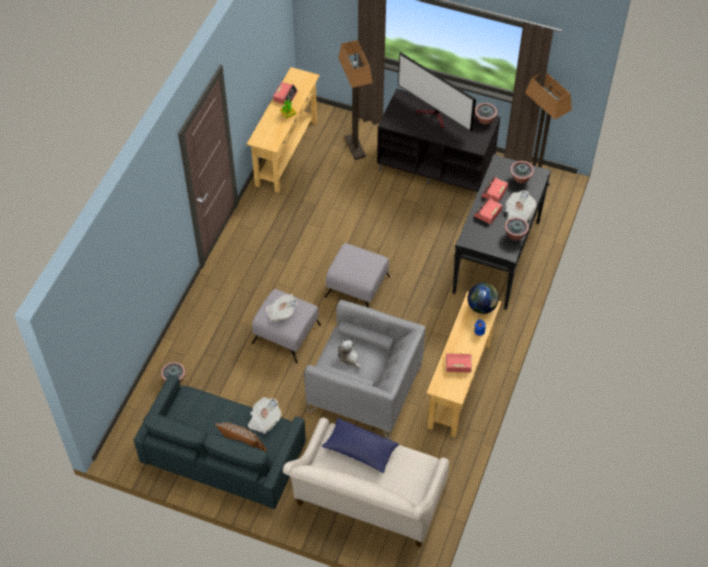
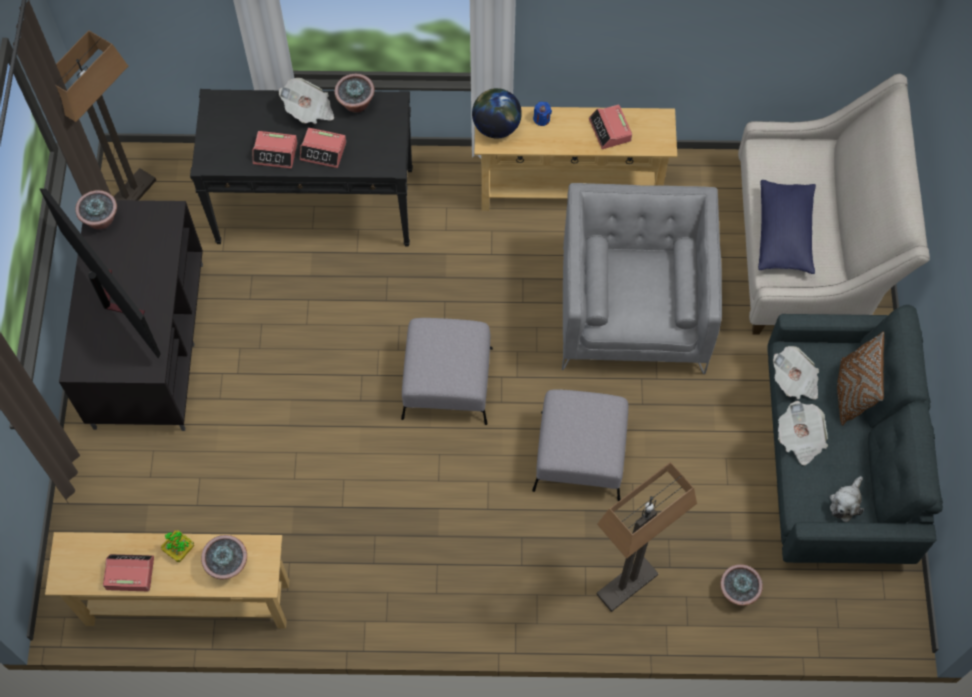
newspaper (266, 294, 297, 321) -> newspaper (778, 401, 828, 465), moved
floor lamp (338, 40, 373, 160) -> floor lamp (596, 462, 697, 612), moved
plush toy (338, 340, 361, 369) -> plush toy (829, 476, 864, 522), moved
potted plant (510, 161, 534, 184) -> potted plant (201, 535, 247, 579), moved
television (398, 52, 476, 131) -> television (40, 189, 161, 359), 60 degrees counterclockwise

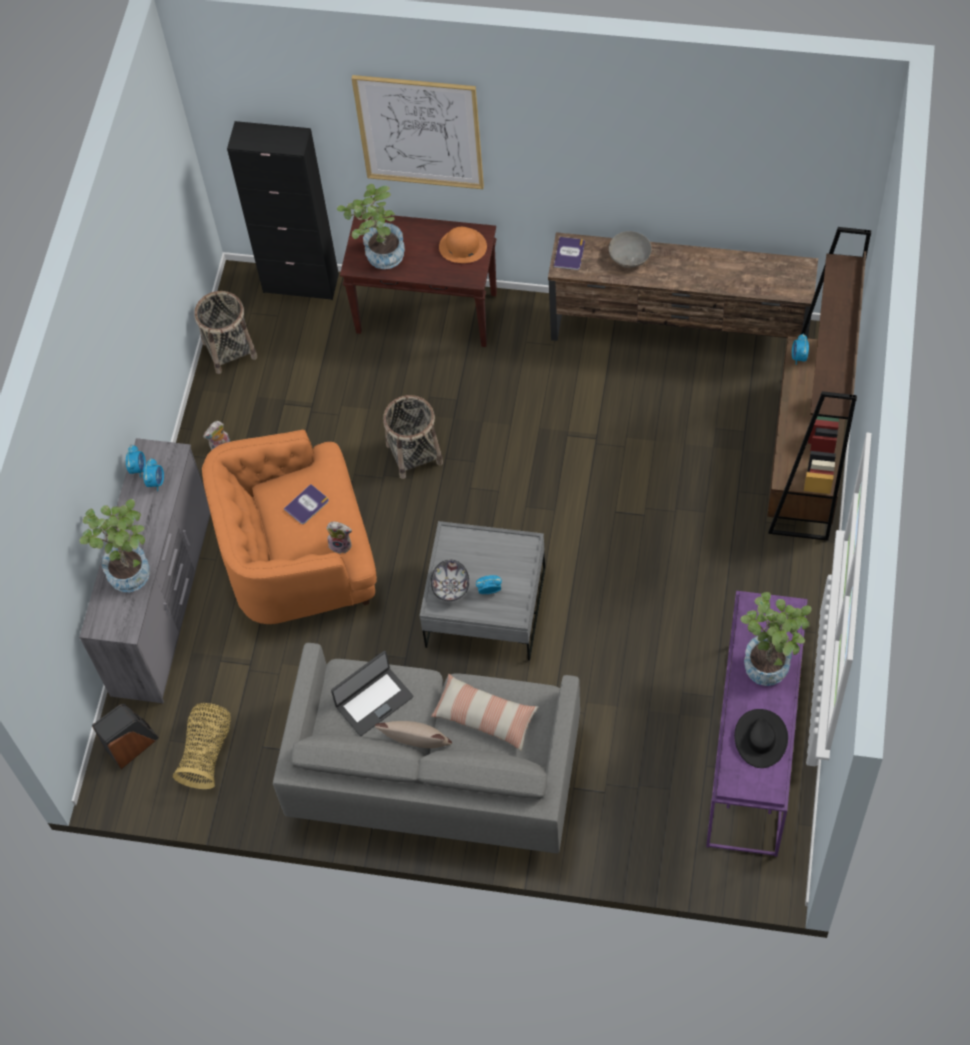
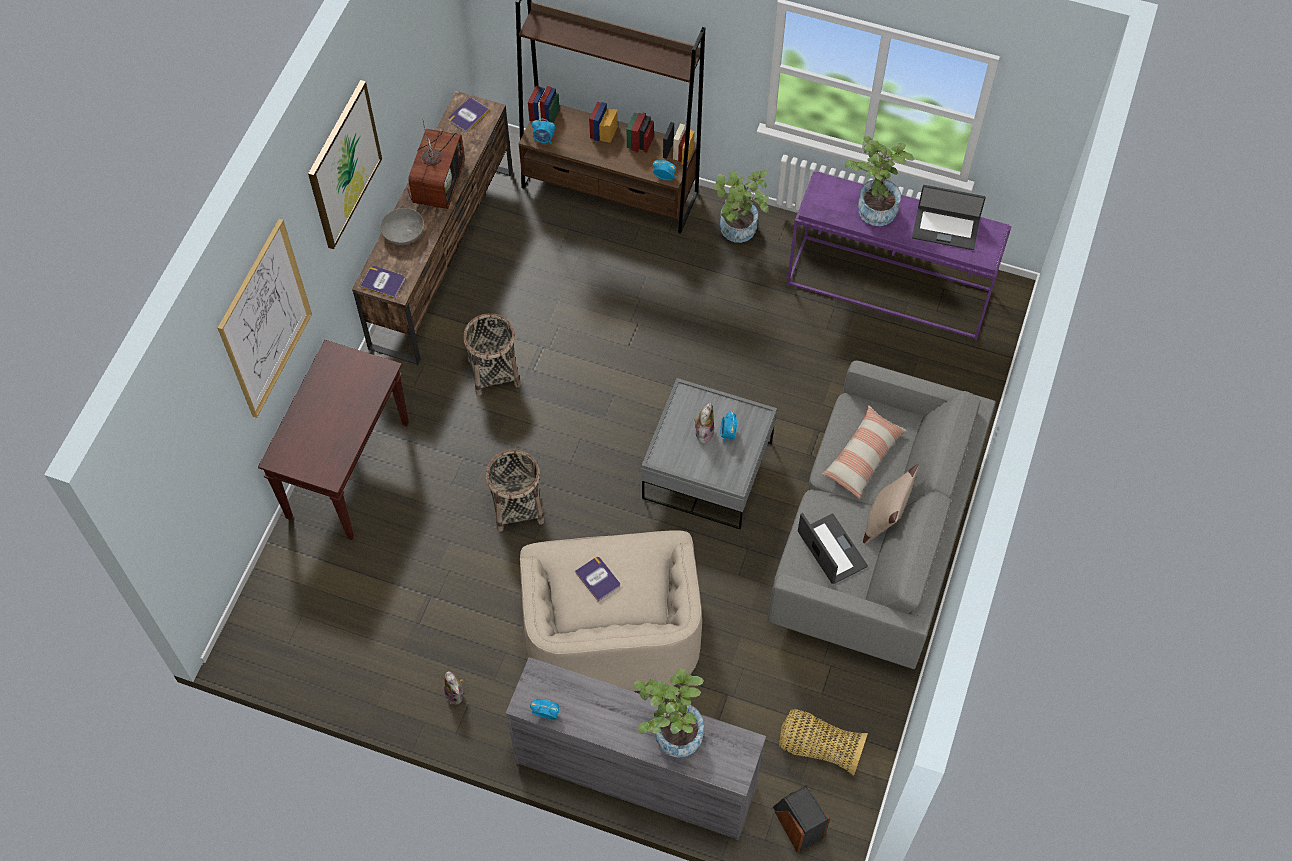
cabinet (black) (227, 121, 339, 300) -> none
bowl (431, 560, 469, 601) -> none
hat (orange) (439, 227, 487, 263) -> none
none -> picture (308, 80, 382, 249)
none -> television (408, 118, 465, 209)
none -> book (448, 98, 490, 132)
alarm clock (143, 458, 164, 491) -> alarm clock (653, 160, 676, 181), moved
basket (194, 291, 257, 374) -> basket (463, 313, 521, 396), moved
plush toy (326, 521, 352, 554) -> plush toy (694, 402, 714, 443), moved
potted plant (337, 184, 405, 269) -> potted plant (714, 170, 769, 243), moved
hat (black) (734, 709, 788, 768) -> laptop (912, 185, 986, 250)
armchair (orange) (202, 430, 377, 624) -> armchair (beige) (520, 530, 702, 692)

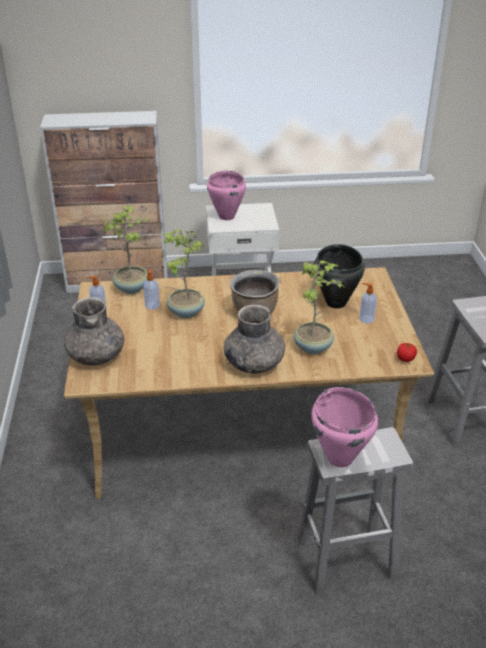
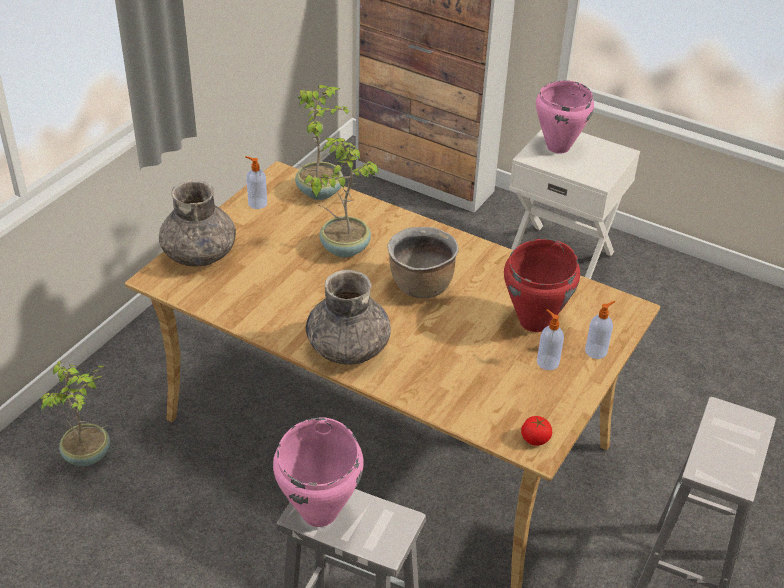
soap dispenser (143, 267, 160, 310) -> soap dispenser (585, 301, 616, 359), moved
potted plant (294, 260, 345, 354) -> potted plant (40, 361, 110, 466), moved
cooking pot (black) (314, 244, 365, 308) -> cooking pot (red) (504, 239, 580, 332)

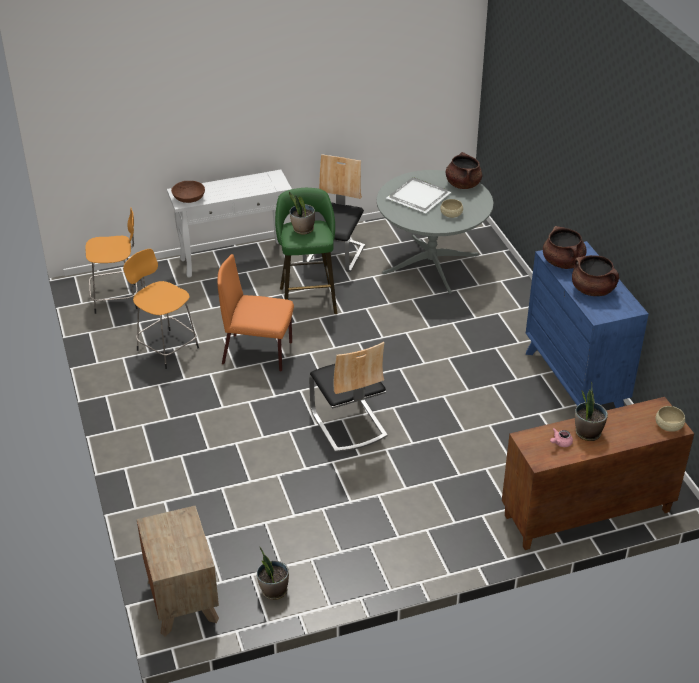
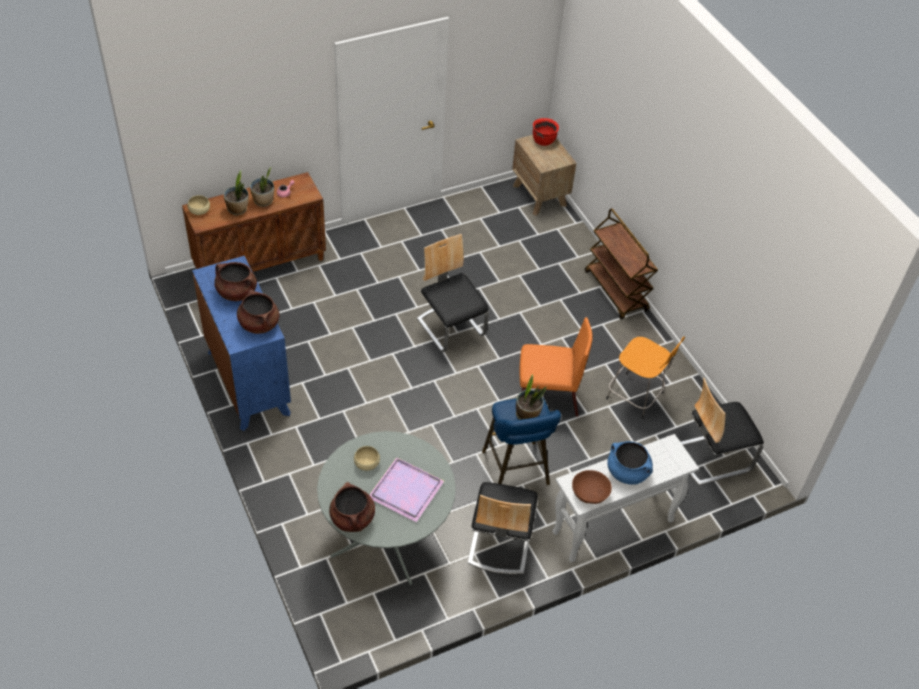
none -> cooking pot (red) (533, 118, 559, 146)
none -> cart (brown) (585, 208, 658, 320)
none -> cooking pot (blue) (607, 441, 653, 485)
bowl (brown) (171, 181, 205, 203) -> bowl (brown) (572, 470, 612, 504), moved
potted plant (257, 546, 289, 600) -> potted plant (224, 171, 249, 215), moved
stool (orange) (85, 207, 138, 314) -> chair (681, 378, 764, 485)
stool (green) (275, 188, 337, 314) -> stool (blue) (482, 398, 561, 485)
tray (white) (387, 177, 451, 213) -> tray (purple) (369, 457, 444, 522)

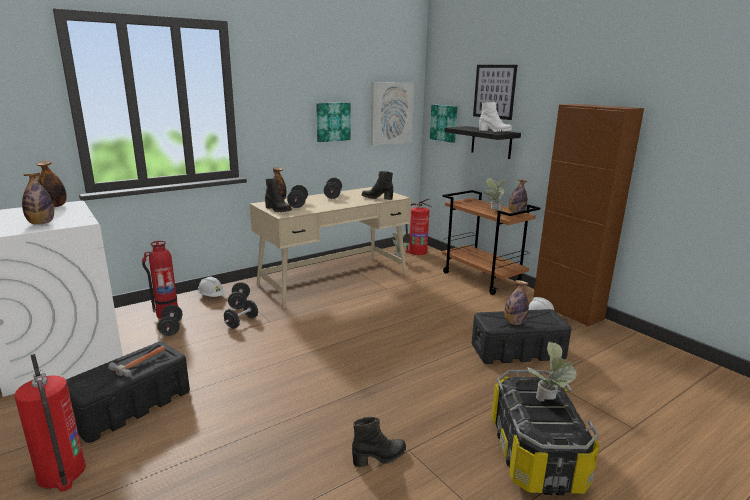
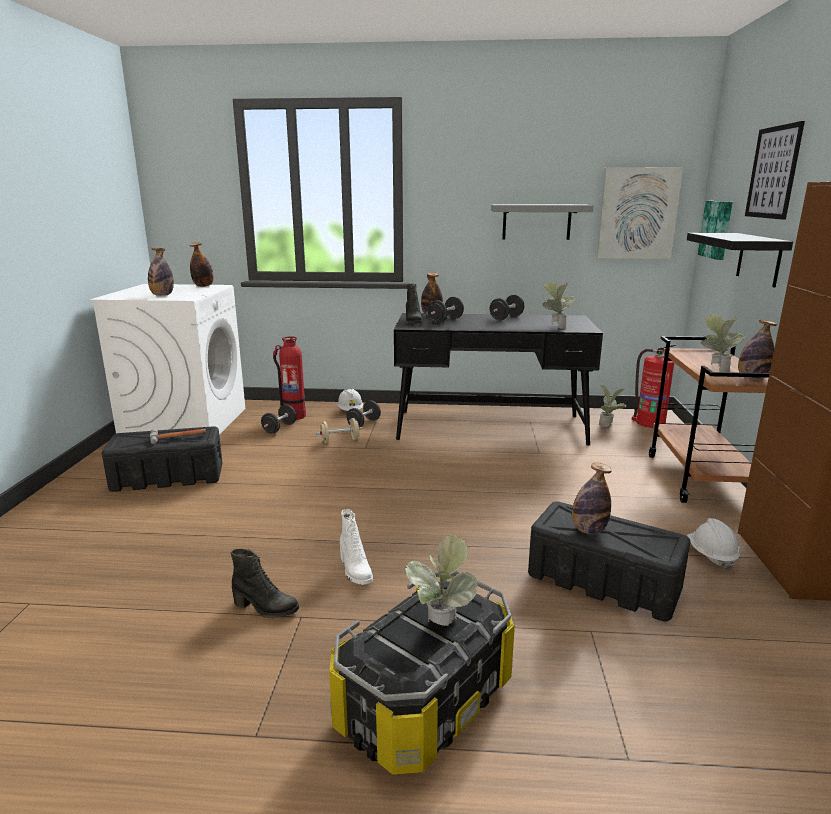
fire extinguisher (14, 354, 86, 492) -> none
boot (white) (479, 102, 512, 132) -> boot (white) (340, 509, 373, 585), moved
picture (316, 102, 350, 142) -> shelf (grey) (491, 204, 593, 240)
boot (black) (362, 171, 393, 200) -> potted plant (542, 281, 575, 329)
dumbbell (black) (224, 300, 258, 328) -> dumbbell (beige) (316, 418, 363, 444)
desk (beige) (250, 187, 411, 308) -> desk (black) (394, 313, 603, 445)

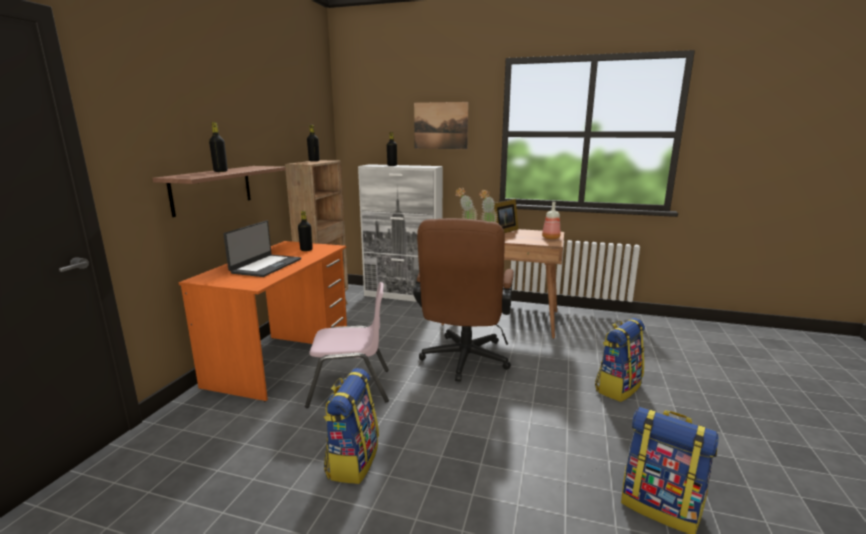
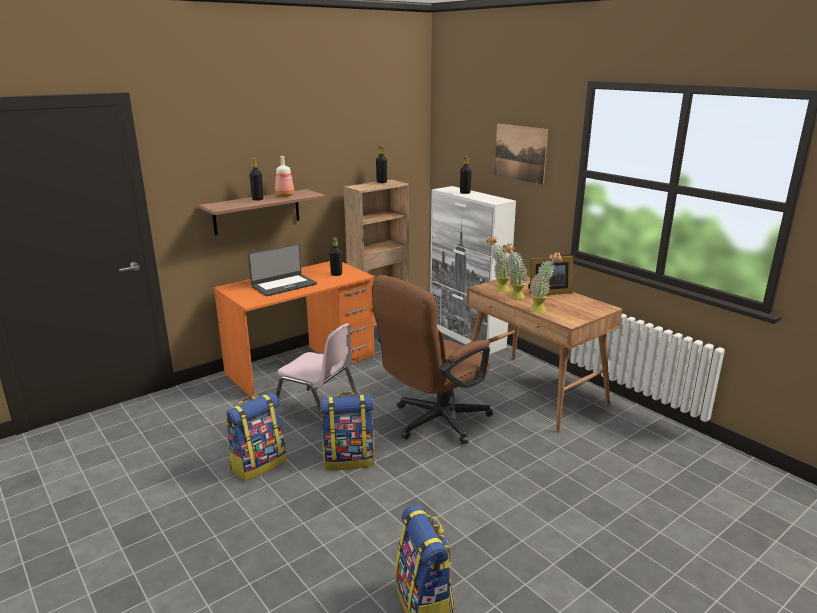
none -> potted plant (529, 252, 562, 313)
bottle (542, 202, 561, 239) -> bottle (275, 156, 294, 197), moved
backpack (595, 318, 645, 402) -> backpack (320, 392, 374, 470), moved

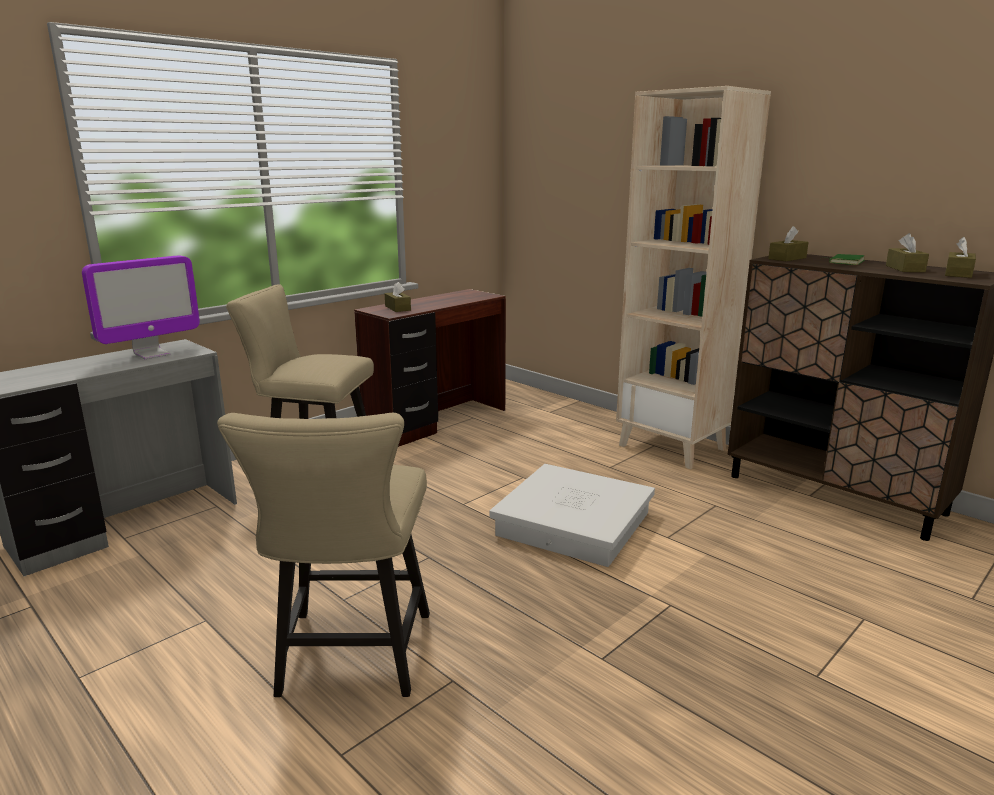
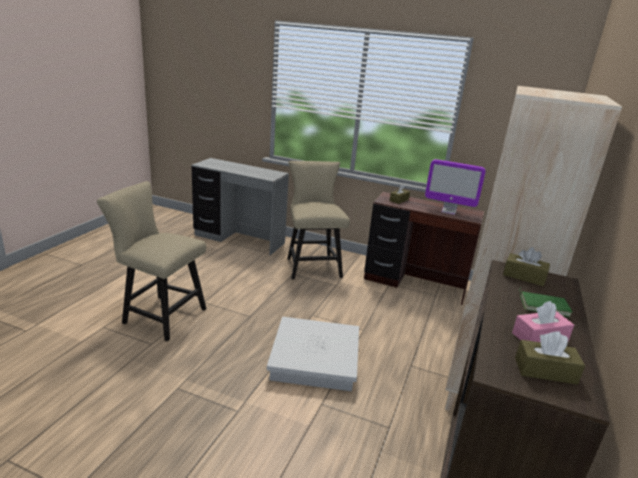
monitor (82, 255, 200, 359) -> monitor (425, 159, 486, 215), moved
tissue box (brown) (886, 233, 929, 272) -> tissue box (pink) (512, 301, 574, 342)
chair (beige) (217, 413, 430, 697) -> chair (beige) (97, 181, 207, 342), 45 degrees clockwise

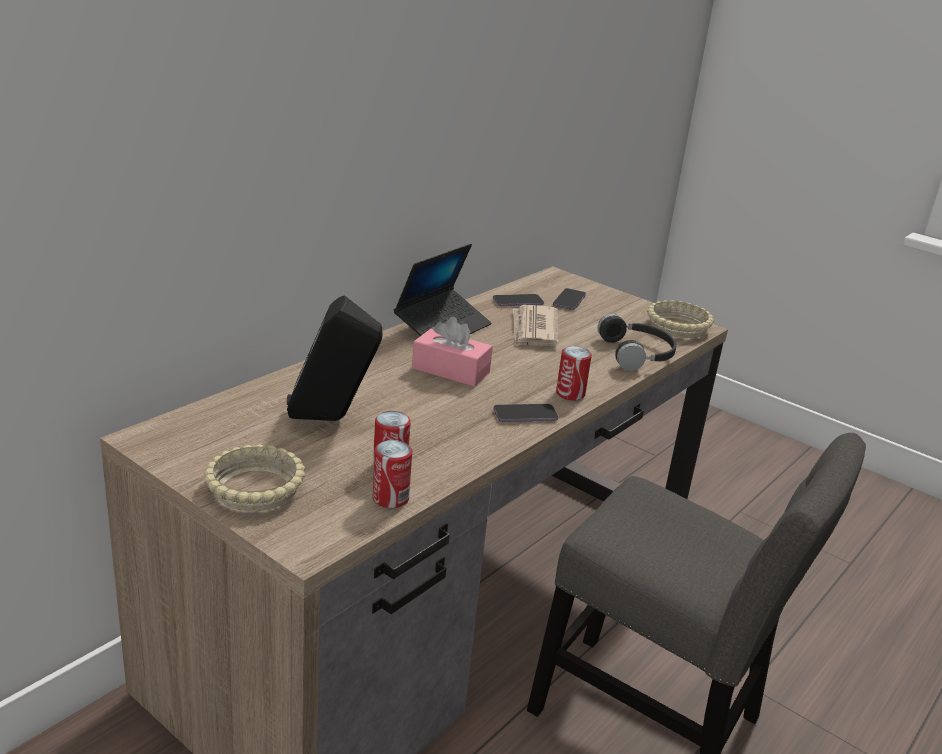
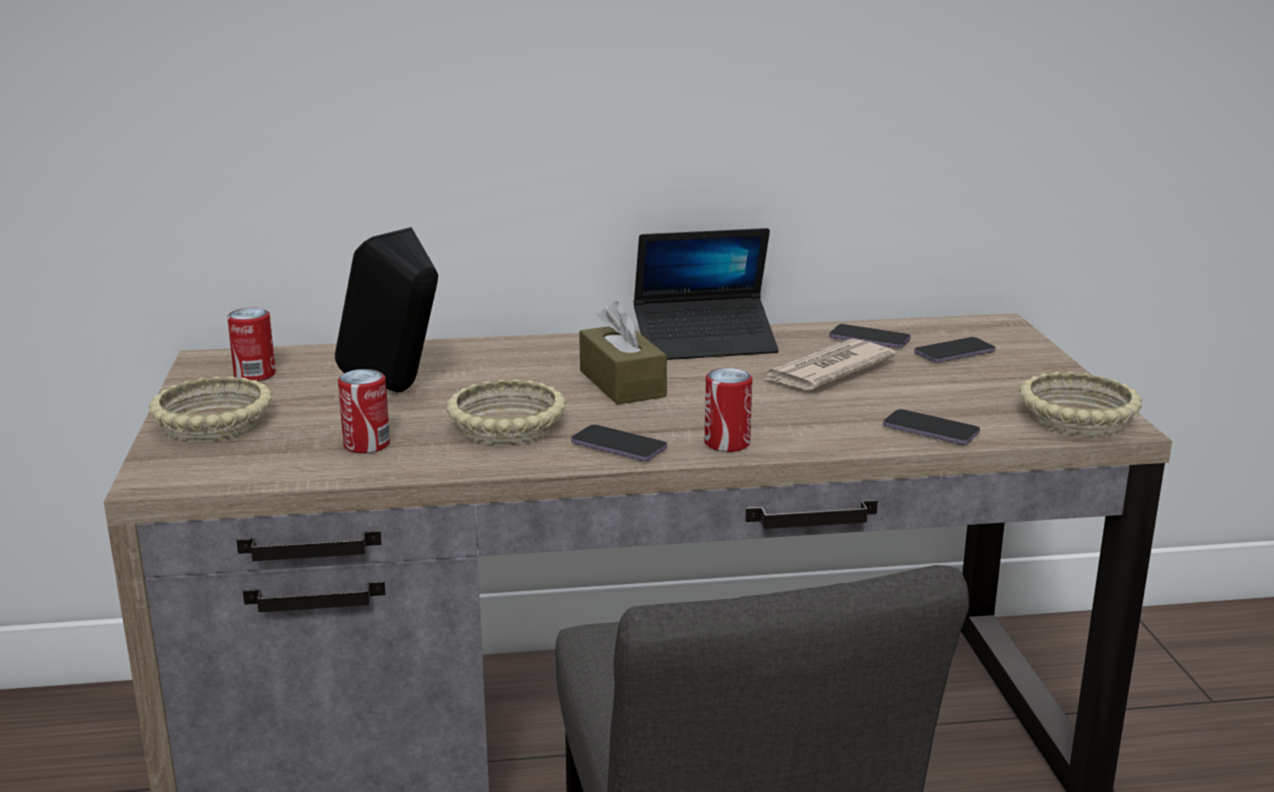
none -> bowl (beige) (446, 379, 566, 445)
can (373, 440, 412, 508) -> can (227, 308, 276, 381), moved
headphones (black) (598, 314, 676, 371) -> phone (883, 409, 980, 445)
tissue box (pink) (412, 317, 493, 387) -> tissue box (brown) (579, 301, 667, 405)

